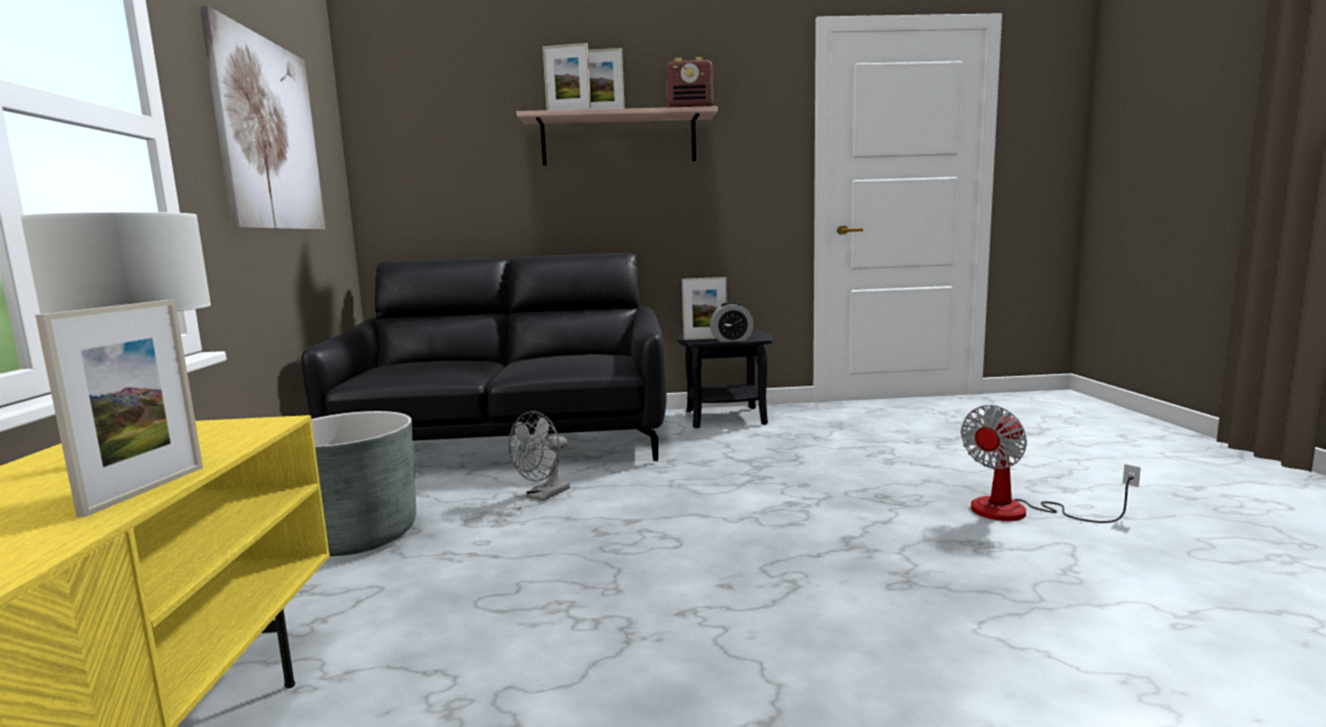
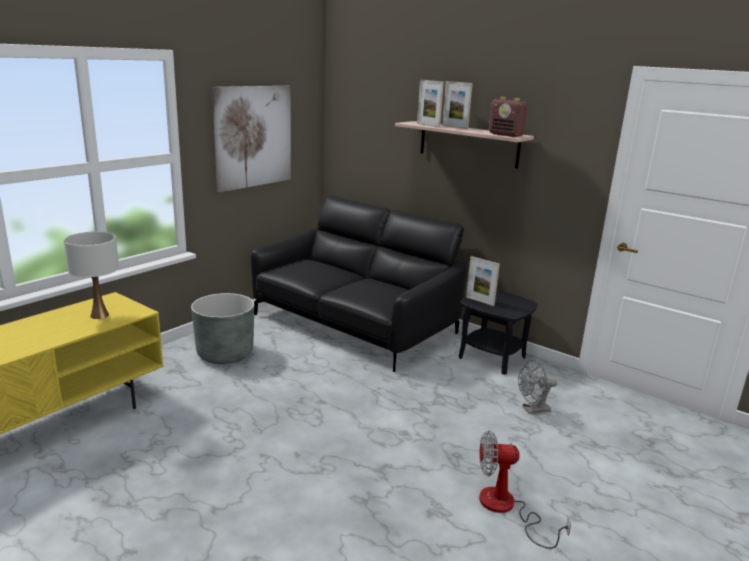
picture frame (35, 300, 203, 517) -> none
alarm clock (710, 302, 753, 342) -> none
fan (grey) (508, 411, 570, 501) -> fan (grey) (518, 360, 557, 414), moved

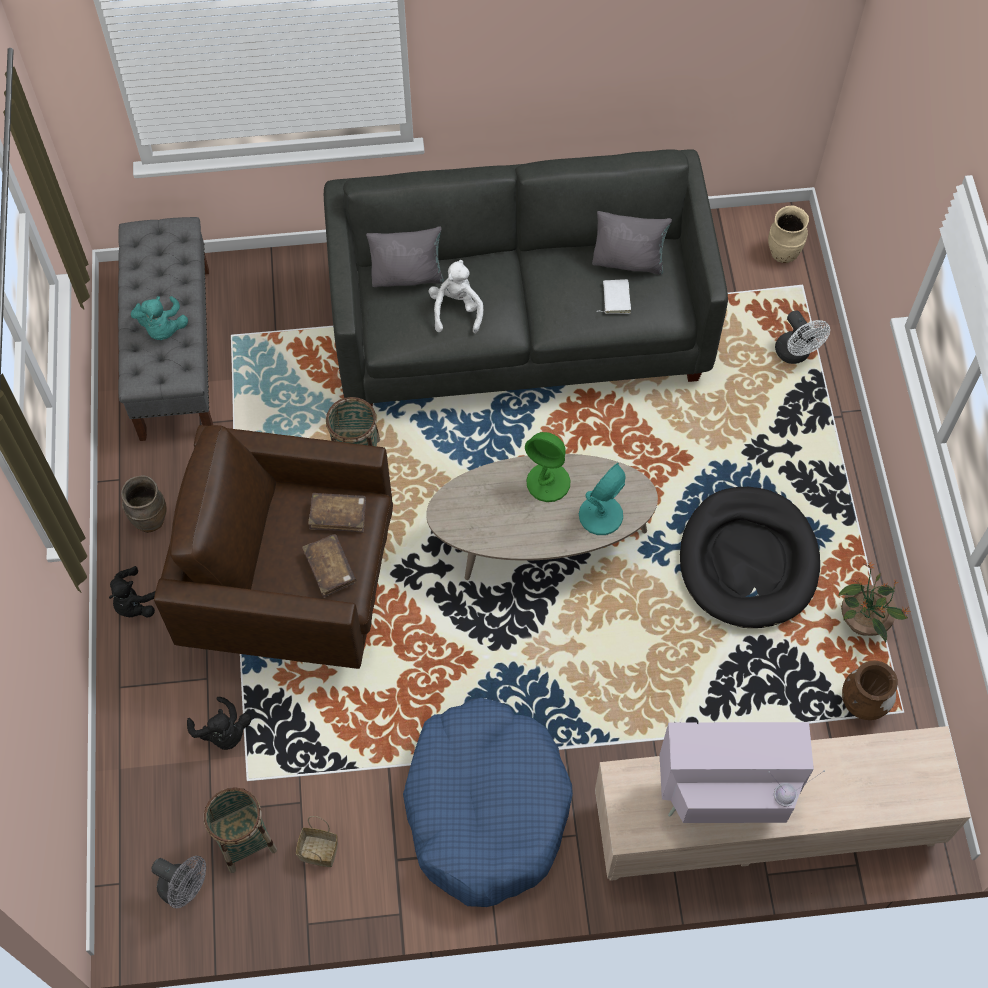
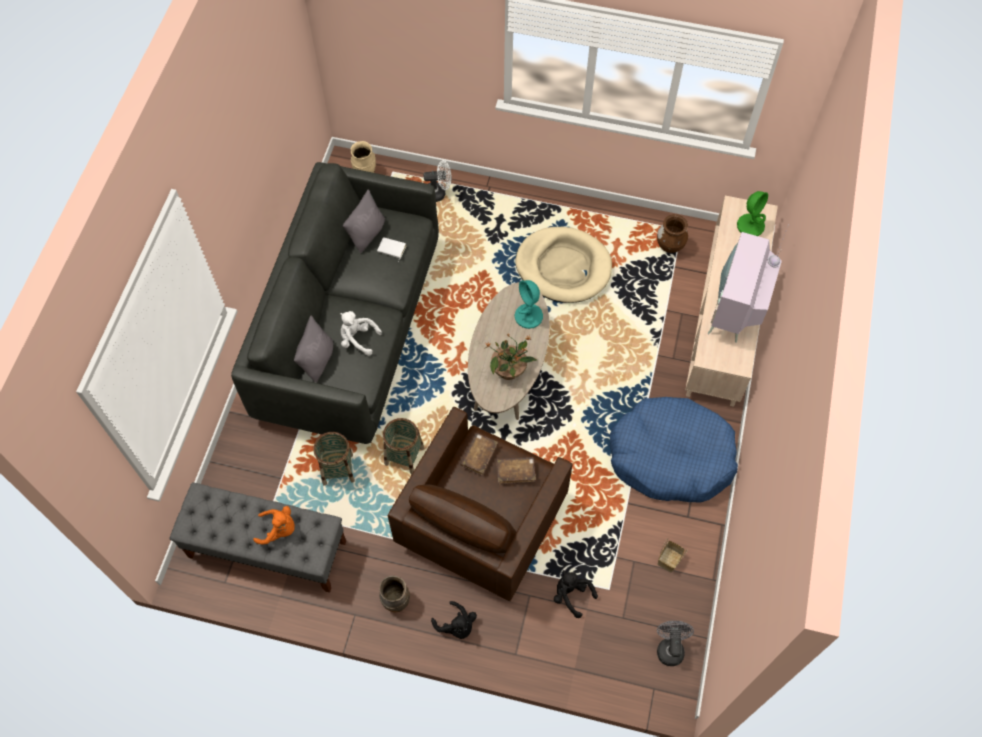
basket (204, 787, 277, 873) -> basket (313, 432, 355, 486), moved
table lamp (green) (525, 432, 571, 502) -> table lamp (green) (737, 191, 768, 236), moved
potted plant (838, 561, 911, 643) -> potted plant (485, 333, 538, 380), moved
plush toy (turquoise) (131, 296, 188, 340) -> plush toy (orange) (253, 506, 295, 544)
dog bed (black) (680, 487, 820, 628) -> dog bed (beige) (515, 227, 612, 303)
fan (grey) (151, 856, 206, 908) -> fan (grey) (657, 621, 694, 666), 45 degrees counterclockwise
plush toy (black) (187, 697, 251, 750) -> plush toy (black) (554, 570, 598, 618), 120 degrees counterclockwise

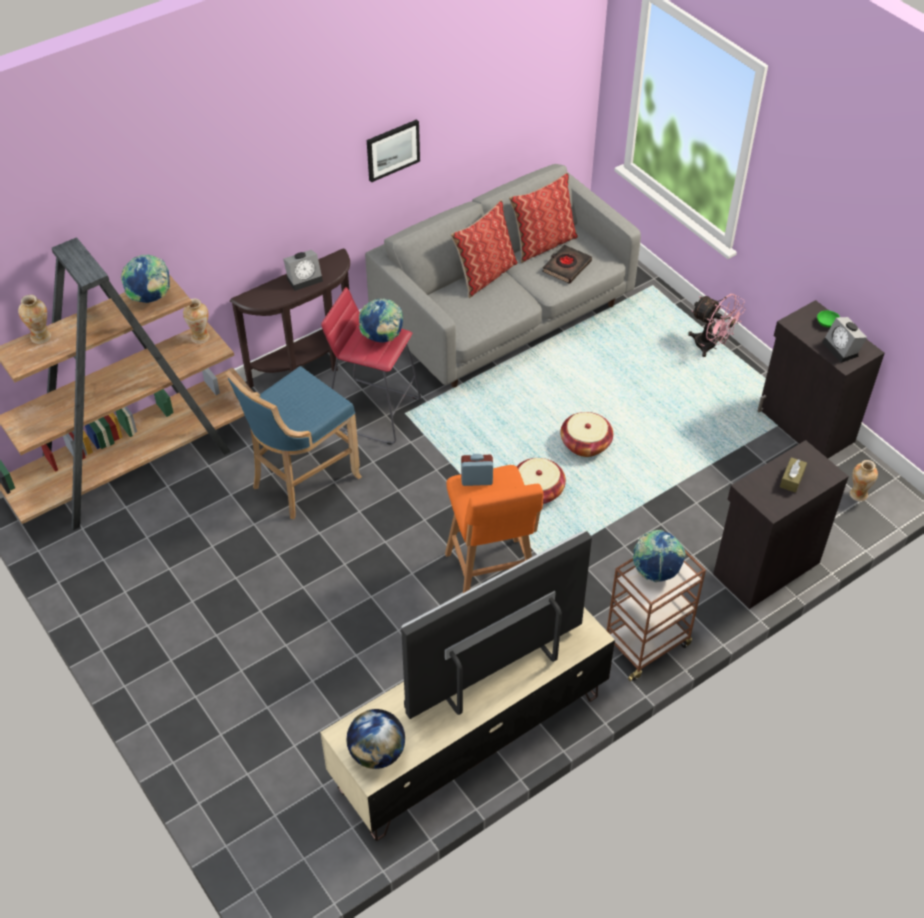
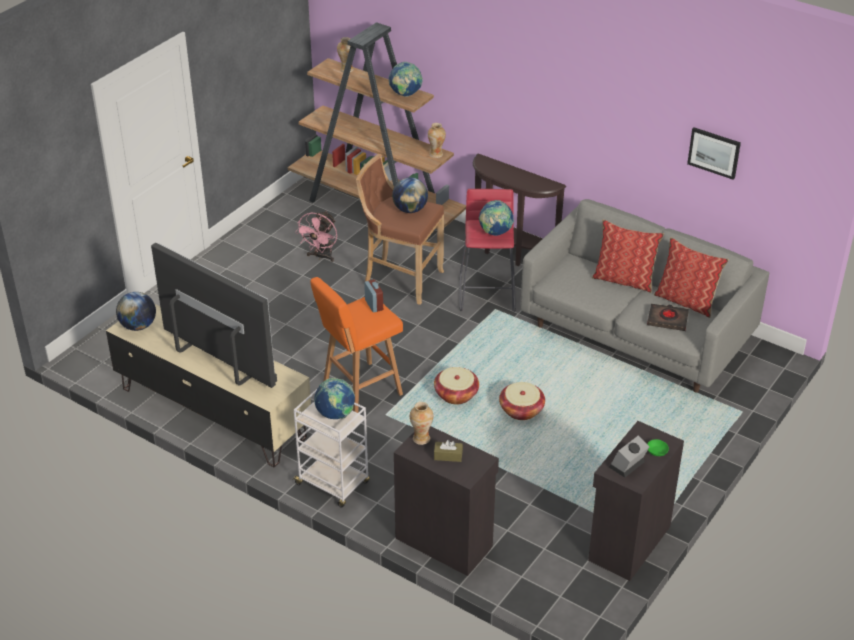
alarm clock (283, 250, 323, 291) -> none
none -> globe (392, 177, 428, 213)
picture (367, 119, 420, 183) -> picture (687, 127, 741, 180), moved
fan (pink) (688, 294, 745, 357) -> fan (pink) (295, 211, 337, 262), moved
vase (849, 460, 878, 501) -> vase (410, 402, 433, 445), moved
stool (blue) (226, 366, 362, 519) -> stool (brown) (356, 154, 444, 305)
cart (brown) (607, 550, 706, 682) -> cart (white) (292, 388, 370, 508)

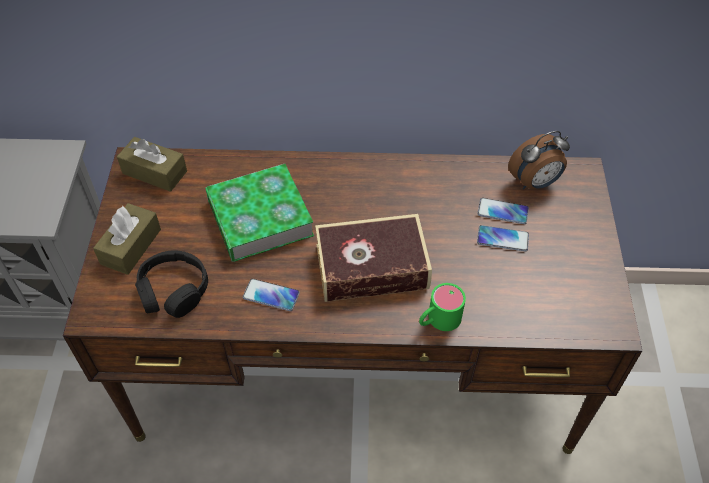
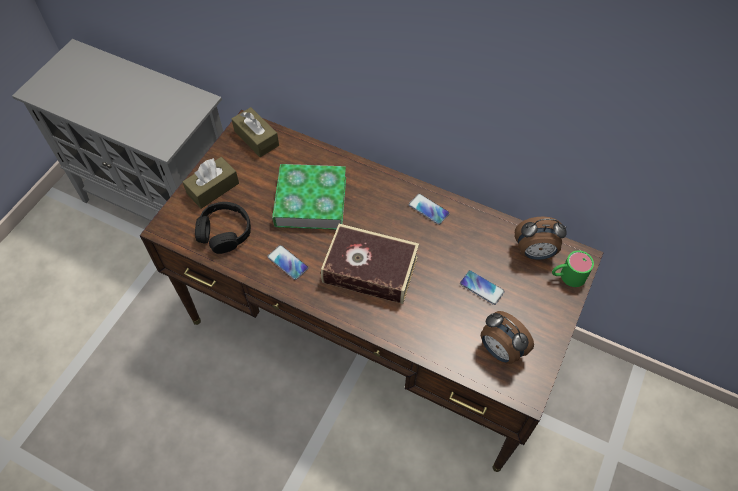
none -> alarm clock (481, 311, 534, 364)
mug (green) (419, 283, 466, 331) -> mug (green) (552, 250, 594, 287), moved
phone (477, 198, 529, 224) -> phone (409, 193, 450, 225), moved

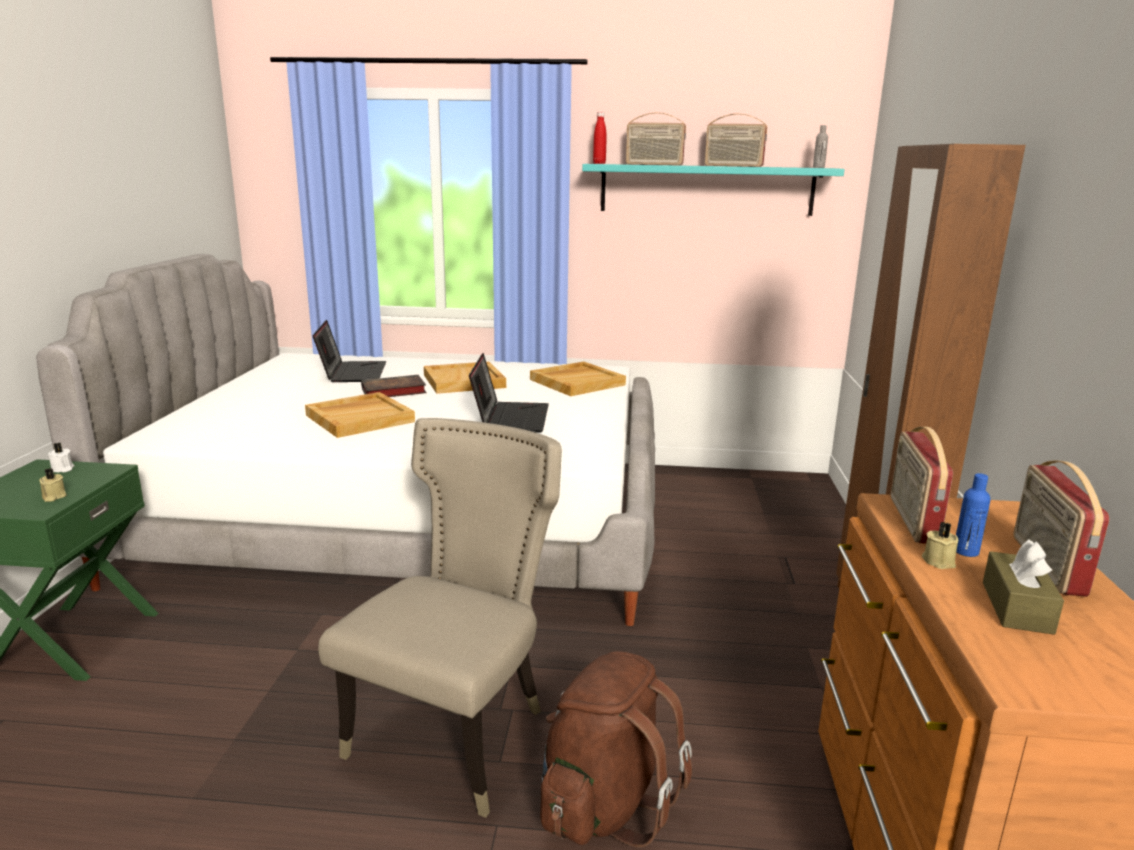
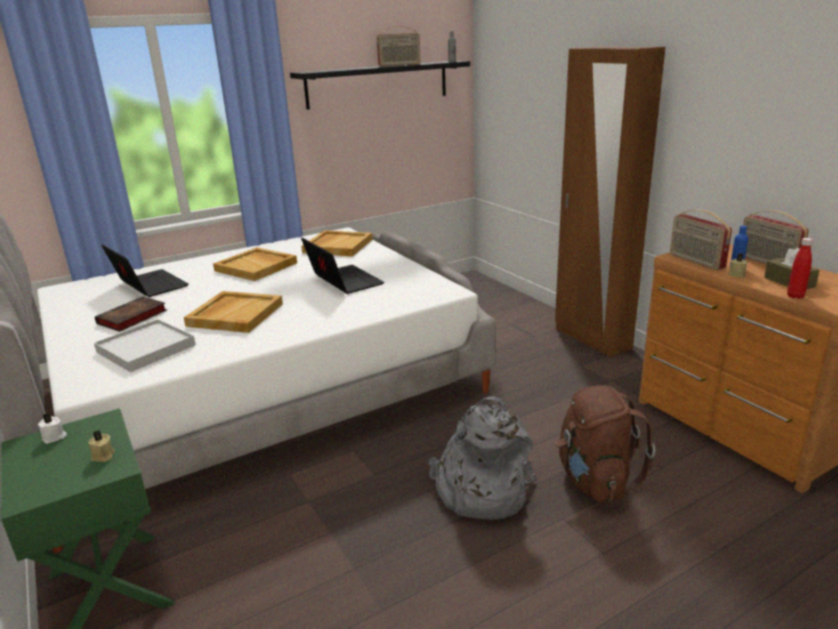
radio (626, 113, 686, 165) -> none
none -> tray (white) (94, 319, 196, 372)
book (361, 375, 427, 397) -> book (95, 296, 167, 332), moved
bottle (red) (593, 112, 607, 164) -> bottle (red) (787, 238, 813, 299), moved
chair (beige) (318, 418, 562, 818) -> backpack (grey) (428, 396, 536, 520)
shelf (turquoise) (582, 164, 845, 216) -> shelf (black) (290, 61, 470, 110)

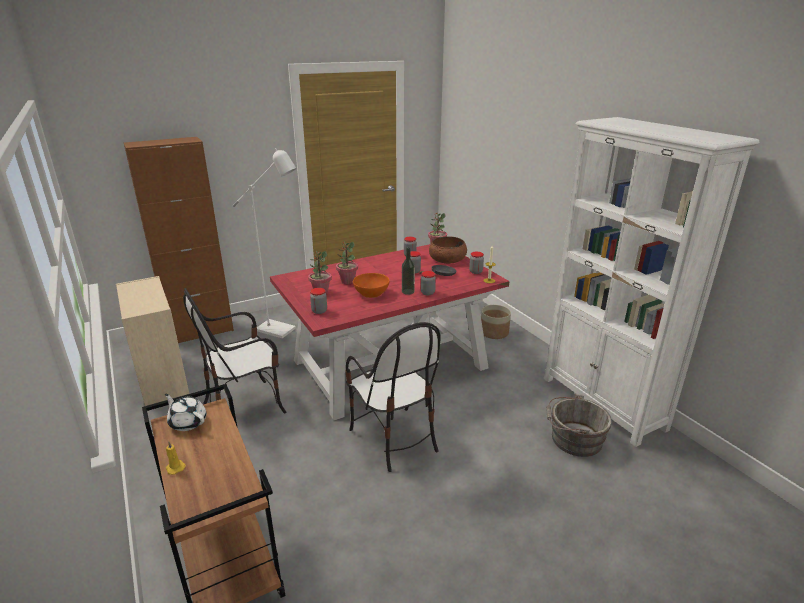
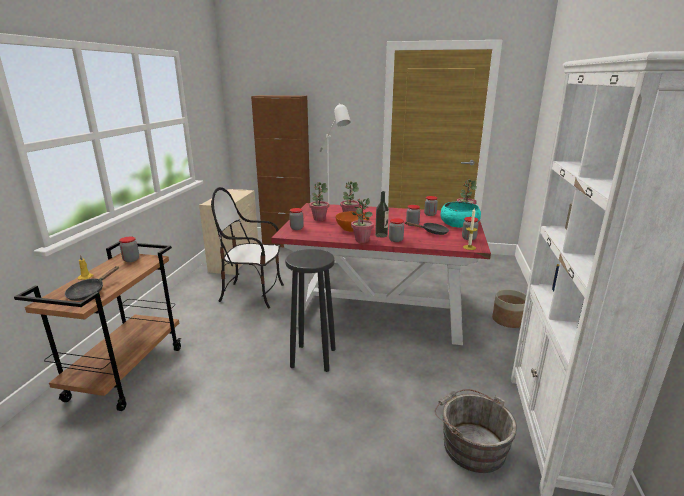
none -> frying pan (black) (65, 266, 119, 301)
none -> potted plant (351, 198, 374, 243)
teapot (white) (165, 394, 206, 431) -> jar (119, 237, 139, 262)
chair (345, 322, 441, 472) -> stool (black) (285, 249, 336, 372)
bowl (brown) (429, 236, 467, 264) -> bowl (turquoise) (441, 202, 481, 228)

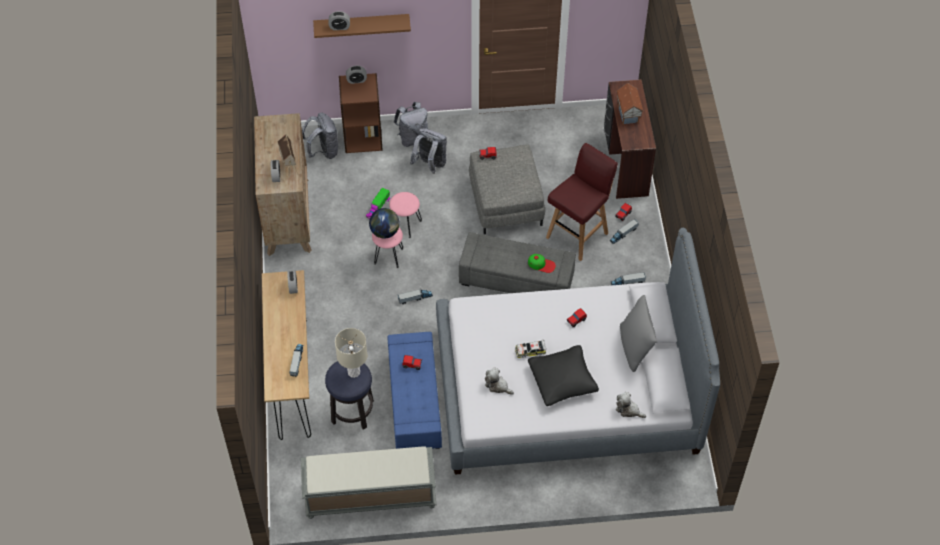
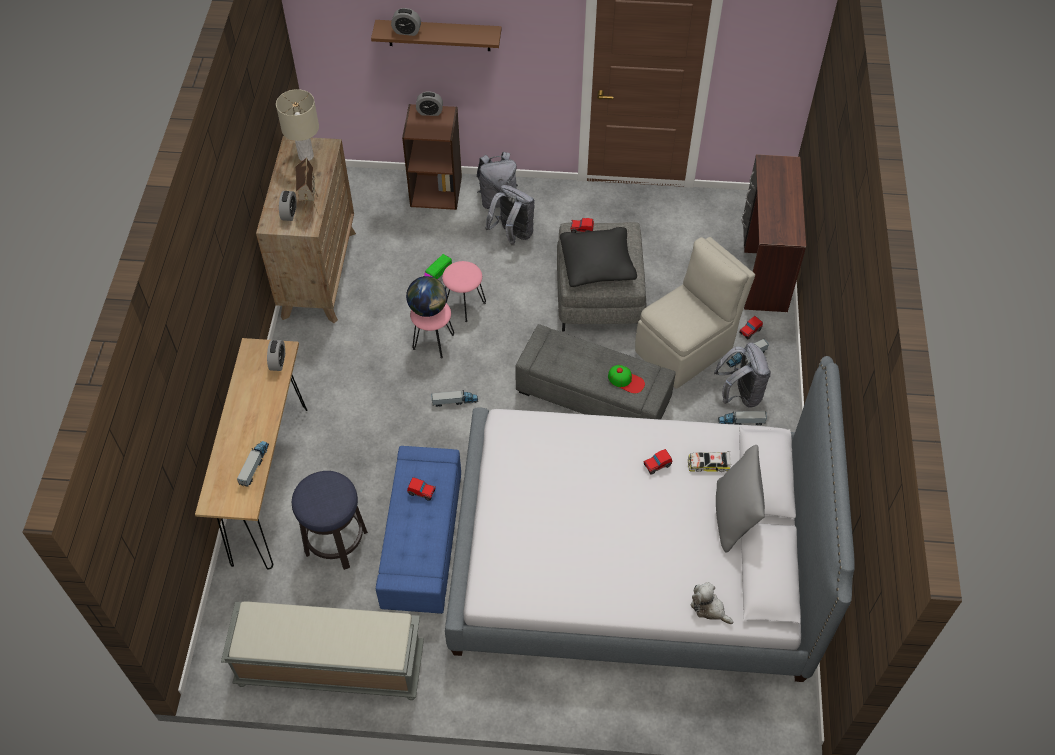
plush toy (485, 367, 514, 395) -> none
toy house (616, 83, 644, 125) -> none
backpack (grey) (302, 113, 339, 159) -> backpack (grey) (714, 342, 771, 407), moved
table lamp (beige) (335, 328, 367, 378) -> table lamp (beige) (276, 89, 319, 161), moved
toy car (515, 340, 546, 358) -> toy car (688, 451, 731, 472), moved
pillow (black) (528, 345, 599, 406) -> pillow (black) (560, 227, 637, 287), moved
stool (red) (546, 143, 618, 261) -> chair (beige) (635, 237, 755, 389)

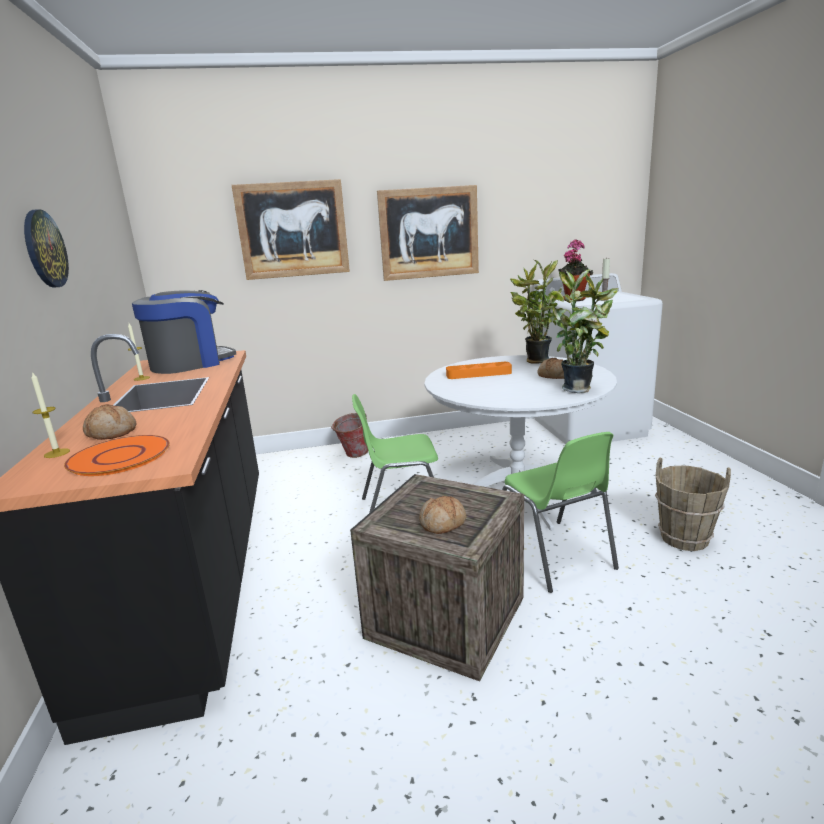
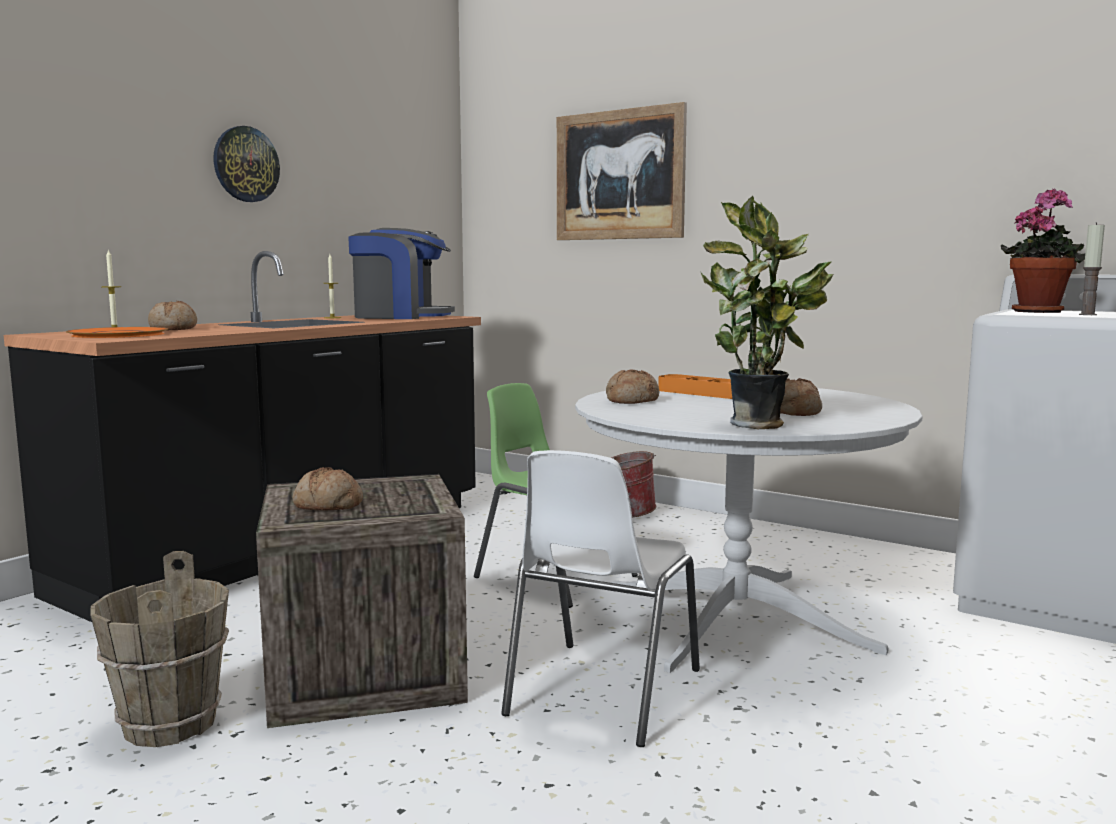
picture (377, 185, 479, 281) -> none
potted plant (510, 260, 564, 364) -> none
none -> bread (606, 369, 659, 404)
bucket (brown) (655, 458, 731, 551) -> bucket (brown) (90, 551, 229, 747), moved
chair (green) (502, 432, 619, 593) -> chair (white) (501, 450, 700, 747)

